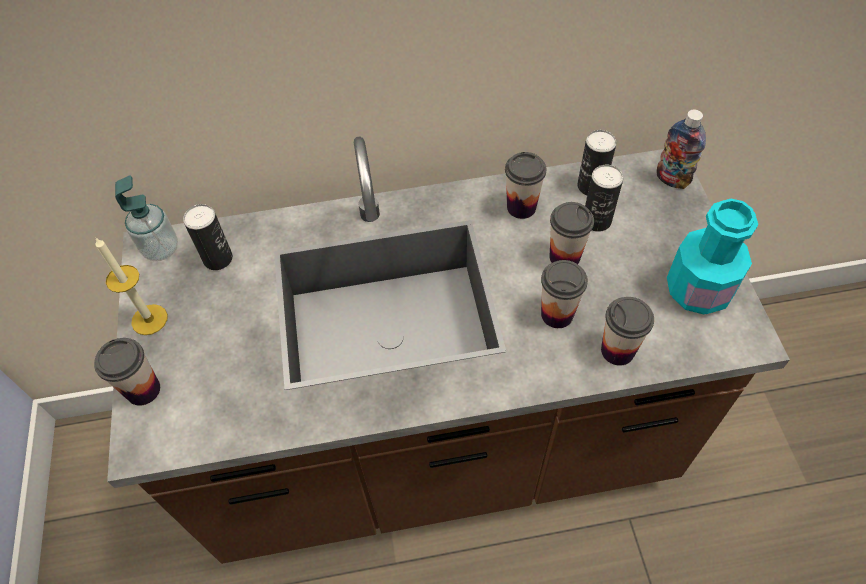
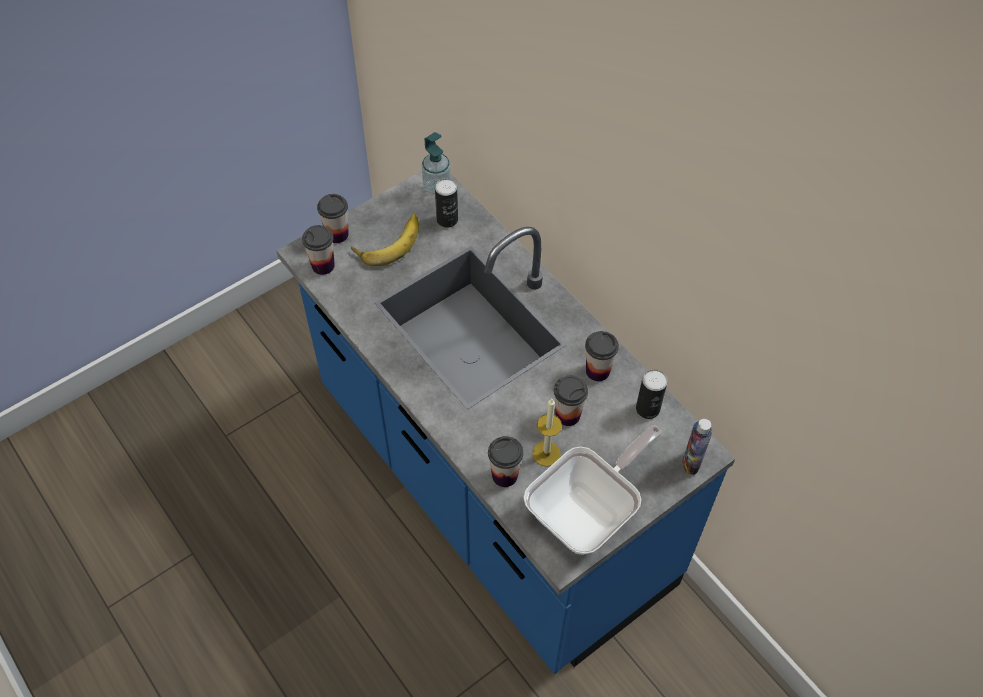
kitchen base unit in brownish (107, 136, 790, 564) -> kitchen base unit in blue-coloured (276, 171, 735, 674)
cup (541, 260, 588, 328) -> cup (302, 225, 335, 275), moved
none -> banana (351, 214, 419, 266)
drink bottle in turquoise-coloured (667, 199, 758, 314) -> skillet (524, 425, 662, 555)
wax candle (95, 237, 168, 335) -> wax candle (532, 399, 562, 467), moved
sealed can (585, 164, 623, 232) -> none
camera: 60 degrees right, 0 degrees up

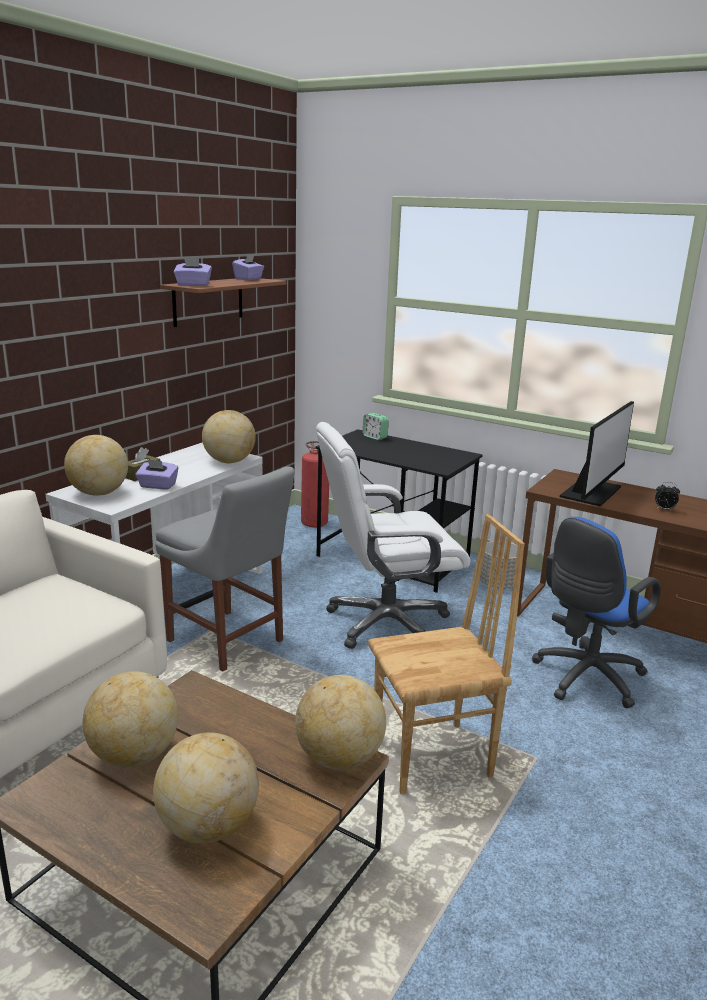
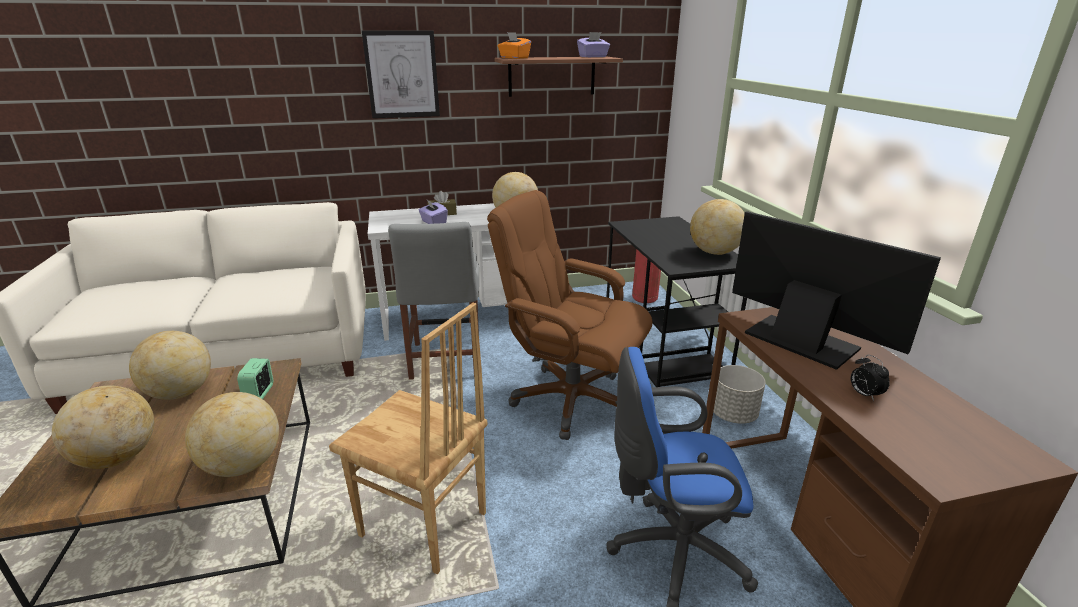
bedside clock (363, 413, 389, 440) -> bedside clock (237, 358, 273, 399), moved
none -> picture (362, 30, 440, 118)
computer chair in whitish (316, 422, 470, 649) -> computer chair in brownish (487, 190, 653, 440)
tissue holder in purplish (174, 257, 212, 286) -> tissue holder in orangey (498, 32, 531, 59)
world globe (64, 435, 128, 495) -> world globe (690, 199, 745, 255), moved
computer display (560, 401, 634, 507) -> computer display (732, 211, 941, 370), 120 degrees counterclockwise
camera: 45 degrees right, 5 degrees up

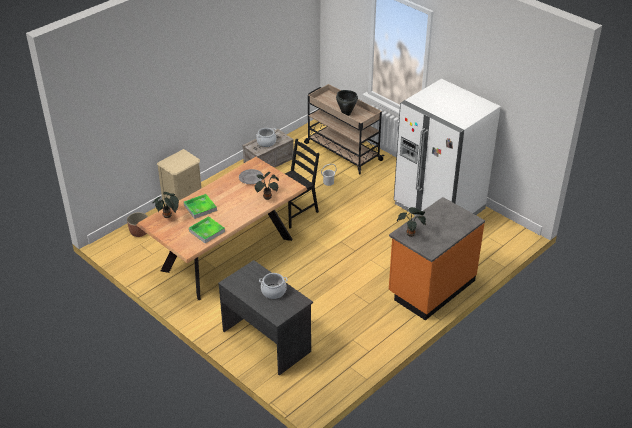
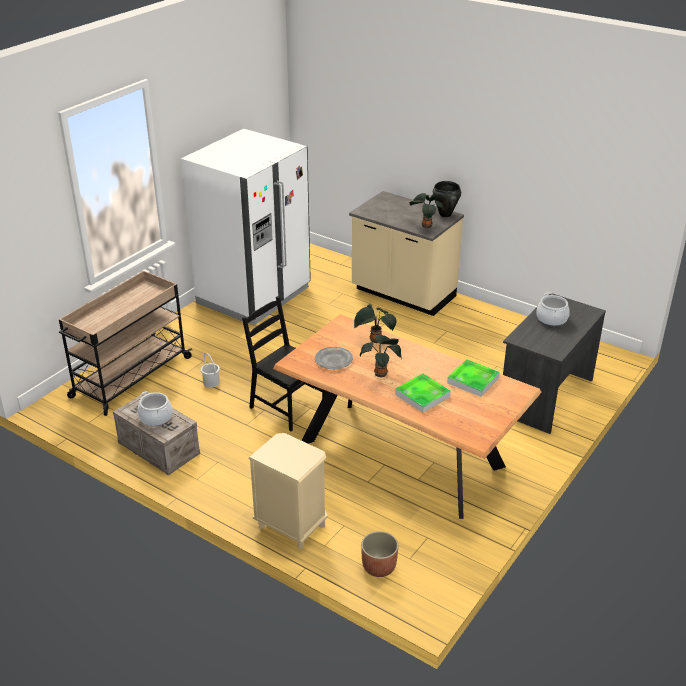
kitchen base unit in orangey (389, 197, 485, 320) -> kitchen base unit in beige (349, 191, 464, 316)
plant in a pot (153, 192, 179, 218) -> plant in a pot (360, 335, 402, 377), moved
stockpot in black (336, 90, 358, 116) -> stockpot in black (433, 181, 461, 217), moved
camera: 100 degrees left, 5 degrees down

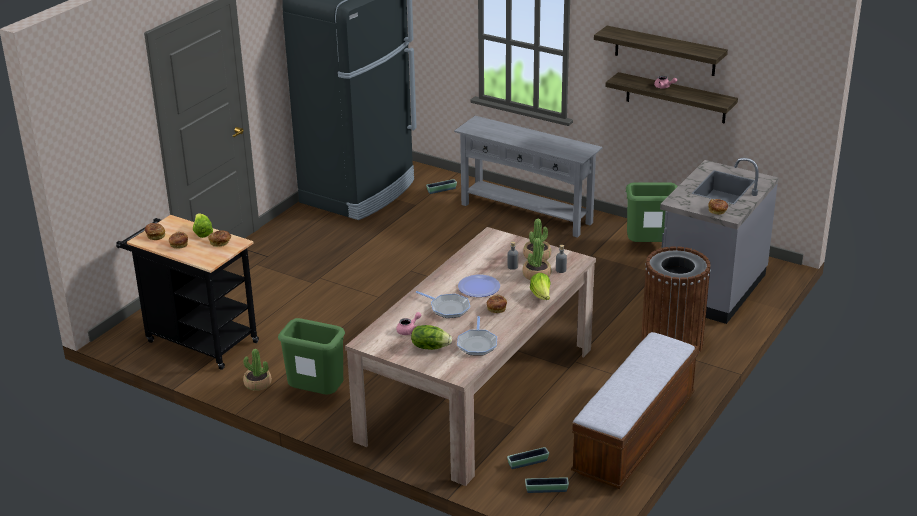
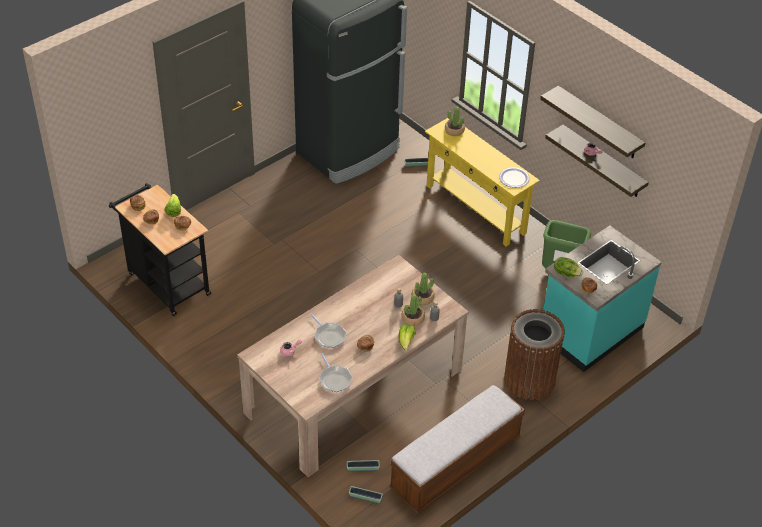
skillet (457, 316, 497, 355) -> skillet (319, 353, 353, 392), 45 degrees counterclockwise
narrow table in grey (454, 116, 602, 238) -> narrow table in yellowish (425, 118, 540, 247)
plant in a pot (243, 349, 272, 391) -> plant in a pot (445, 107, 465, 136), moved
plate (458, 275, 500, 297) -> plate (499, 167, 530, 188), moved
kitchen base unit in grey (660, 158, 779, 324) -> kitchen base unit in turquoise-coloured (543, 225, 662, 372)
lettuce head (411, 325, 452, 350) -> lettuce head (554, 257, 583, 277), moved
waste bin in green (278, 318, 345, 394) -> none
camera: 15 degrees right, 15 degrees up

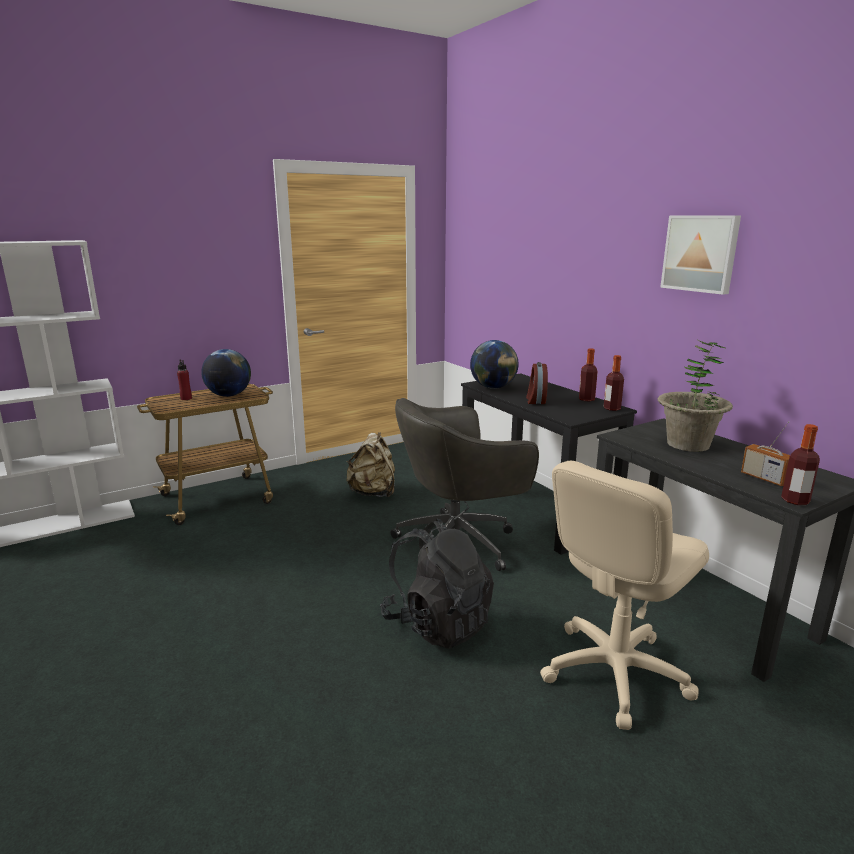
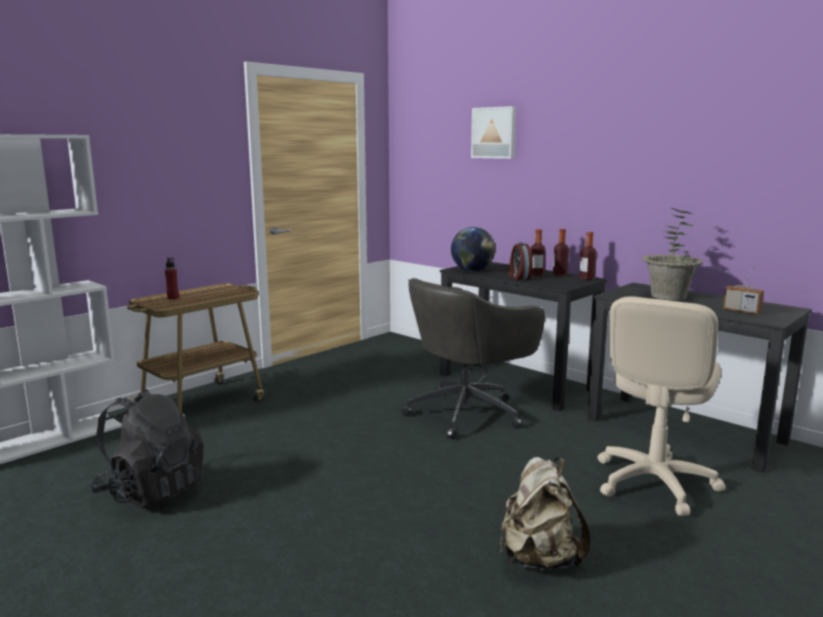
knapsack in black (380, 519, 494, 649) -> knapsack in black (90, 389, 204, 509), moved
picture (660, 216, 741, 295) -> picture (471, 106, 516, 159), moved
knapsack in beige (346, 432, 395, 497) -> knapsack in beige (500, 457, 590, 570), moved
drink bottle (781, 424, 820, 505) -> drink bottle (531, 229, 546, 276), moved
world globe (201, 349, 251, 397) -> none
camera: 15 degrees left, 5 degrees down

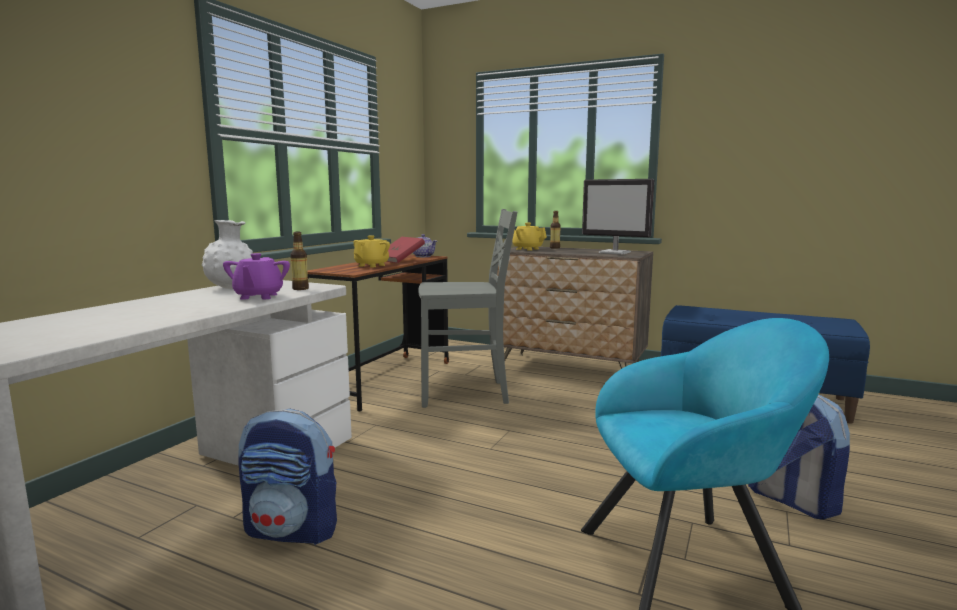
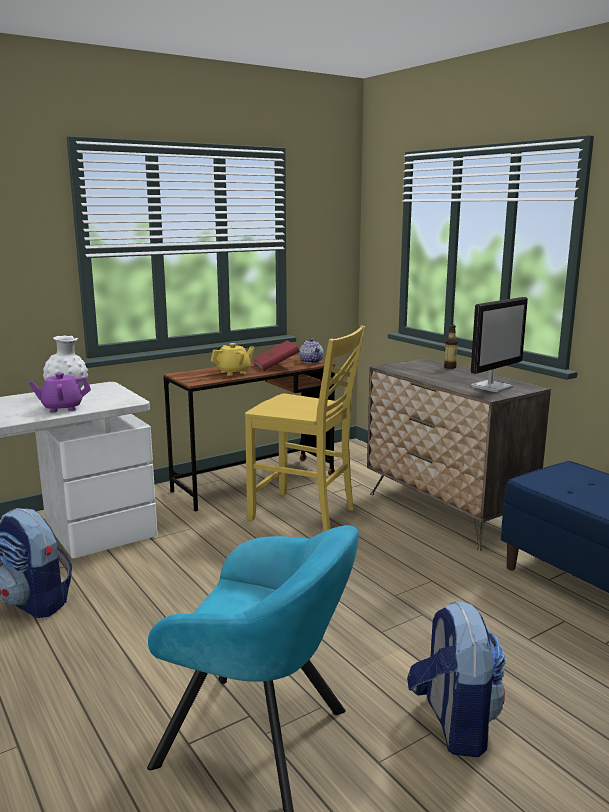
teapot in purplish (223, 253, 290, 300) -> teapot in purplish (29, 373, 91, 413), 45 degrees clockwise
upright chair in grey (418, 209, 517, 408) -> upright chair in yellowish (245, 326, 365, 531)
computer display (582, 179, 654, 255) -> computer display (471, 297, 528, 392), 105 degrees counterclockwise
drink bottle (290, 232, 309, 290) -> none
teapot in yellowish (512, 223, 547, 250) -> none
camera: 30 degrees right, 5 degrees up

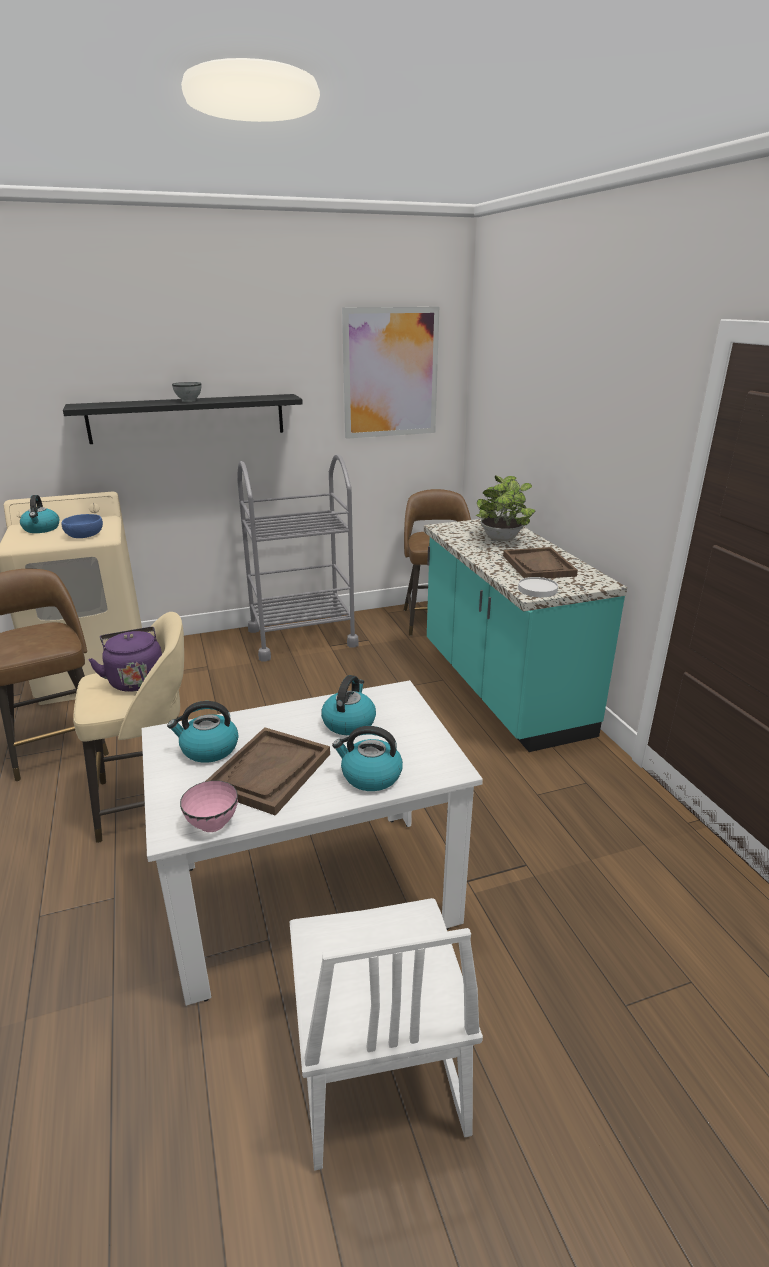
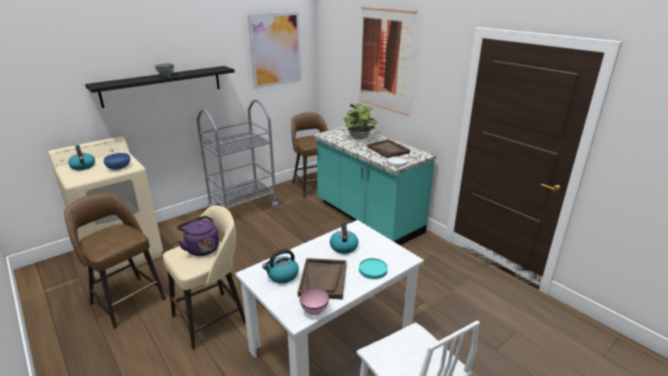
none -> picture (359, 7, 417, 116)
water kettle (332, 726, 403, 791) -> plate in turquoise-coloured (359, 258, 388, 279)
camera: 20 degrees left, 0 degrees up

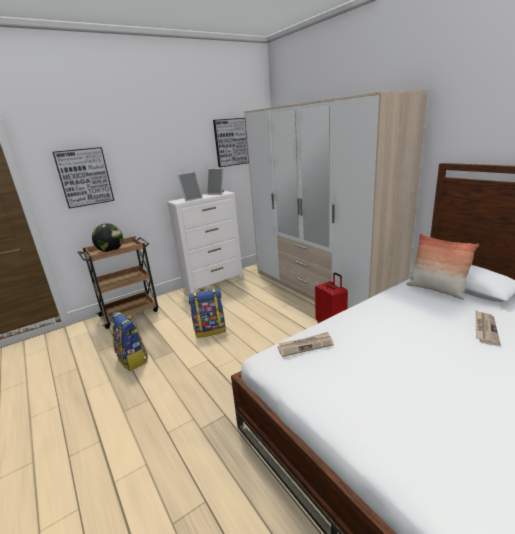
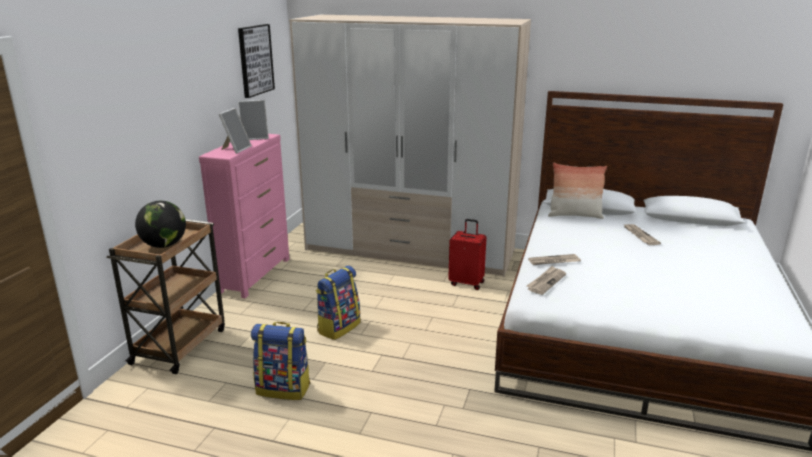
drawer chest in whitish (167, 191, 243, 294) -> drawer chest in pink-coloured (199, 134, 289, 298)
none -> newspaper (528, 254, 581, 265)
picture (53, 147, 114, 209) -> none
camera: 40 degrees left, 0 degrees up

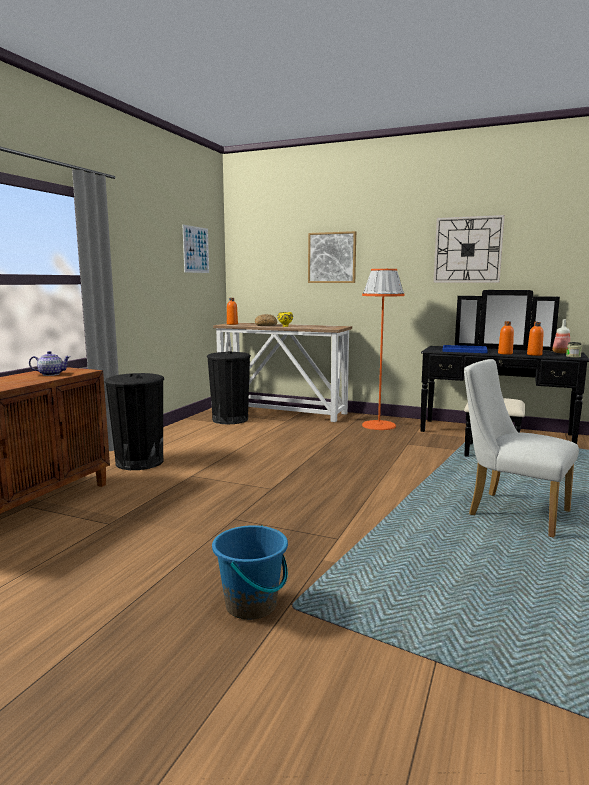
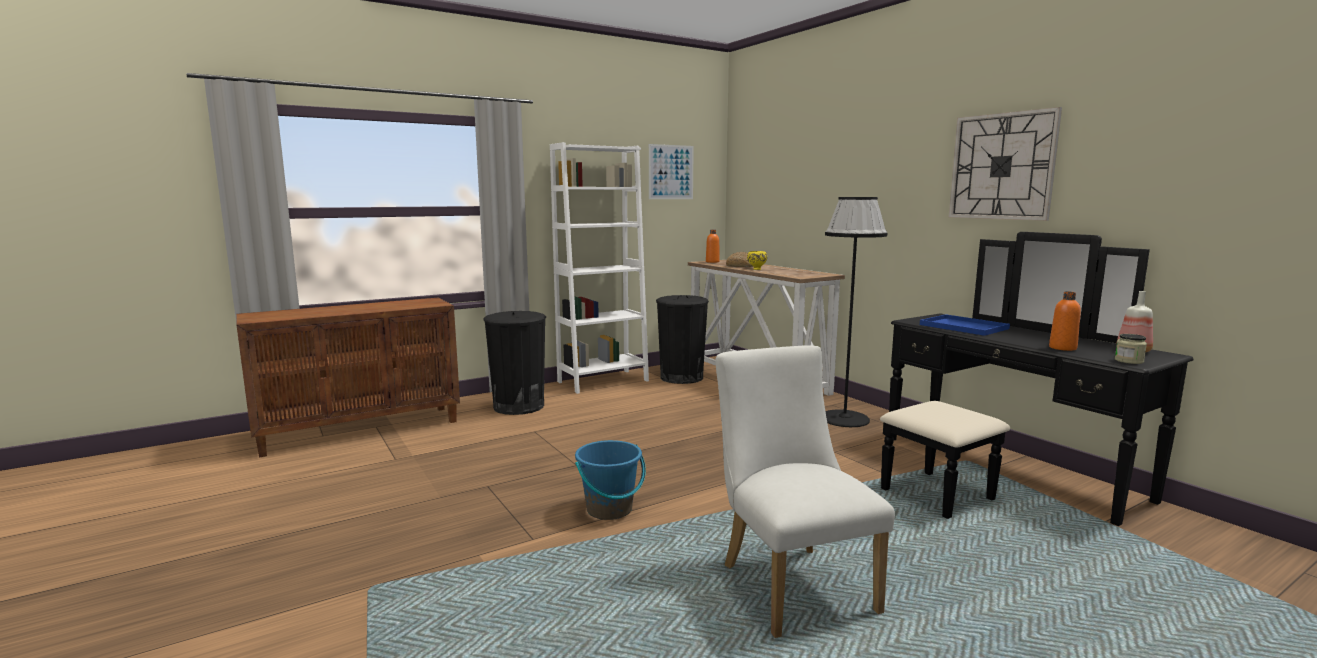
none -> bookshelf in whitish (550, 142, 649, 394)
pail in blue-coloured (212, 525, 288, 620) -> pail in blue-coloured (575, 440, 646, 520), moved
floor lamp in orangey (362, 269, 405, 430) -> floor lamp in black (825, 197, 887, 427)
teapot (29, 351, 71, 376) -> none
picture (308, 231, 356, 283) -> none
drink bottle in orangey (498, 321, 514, 355) -> none
camera: 35 degrees right, 0 degrees up

